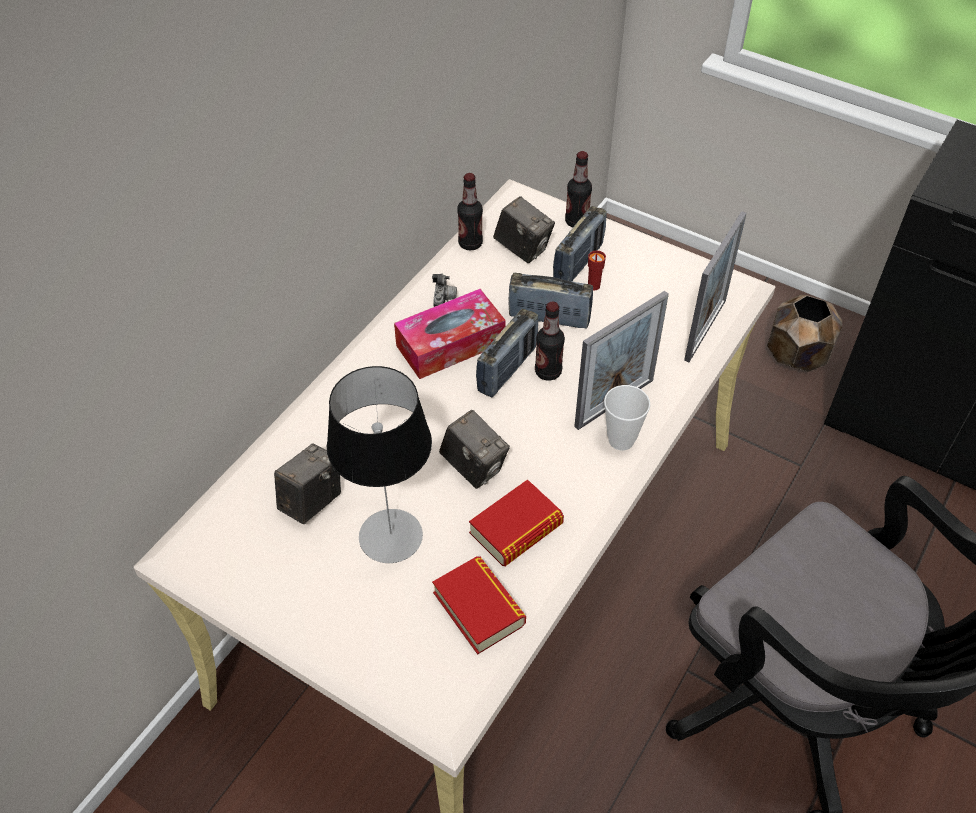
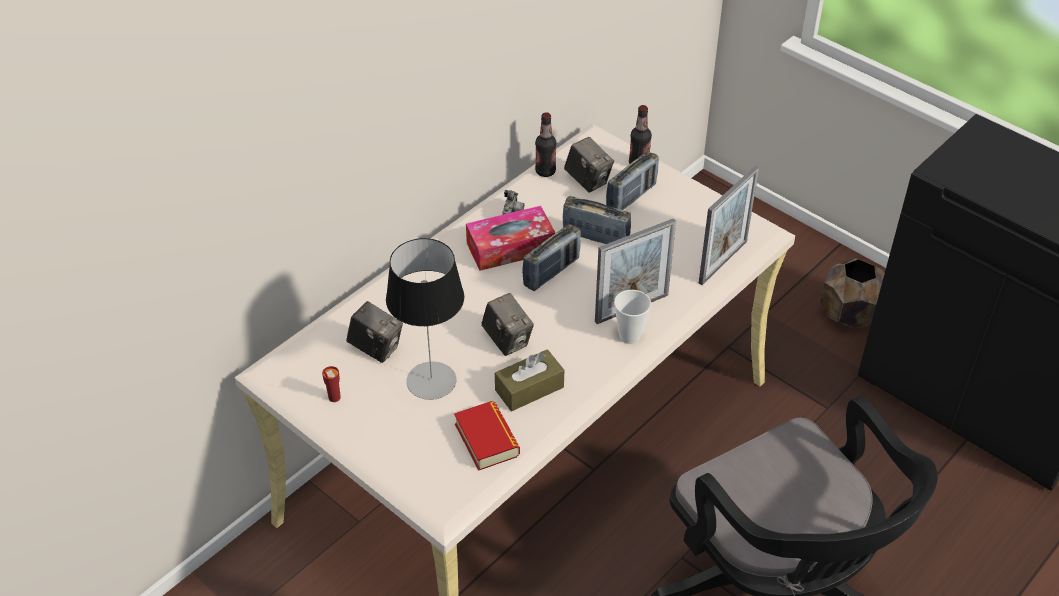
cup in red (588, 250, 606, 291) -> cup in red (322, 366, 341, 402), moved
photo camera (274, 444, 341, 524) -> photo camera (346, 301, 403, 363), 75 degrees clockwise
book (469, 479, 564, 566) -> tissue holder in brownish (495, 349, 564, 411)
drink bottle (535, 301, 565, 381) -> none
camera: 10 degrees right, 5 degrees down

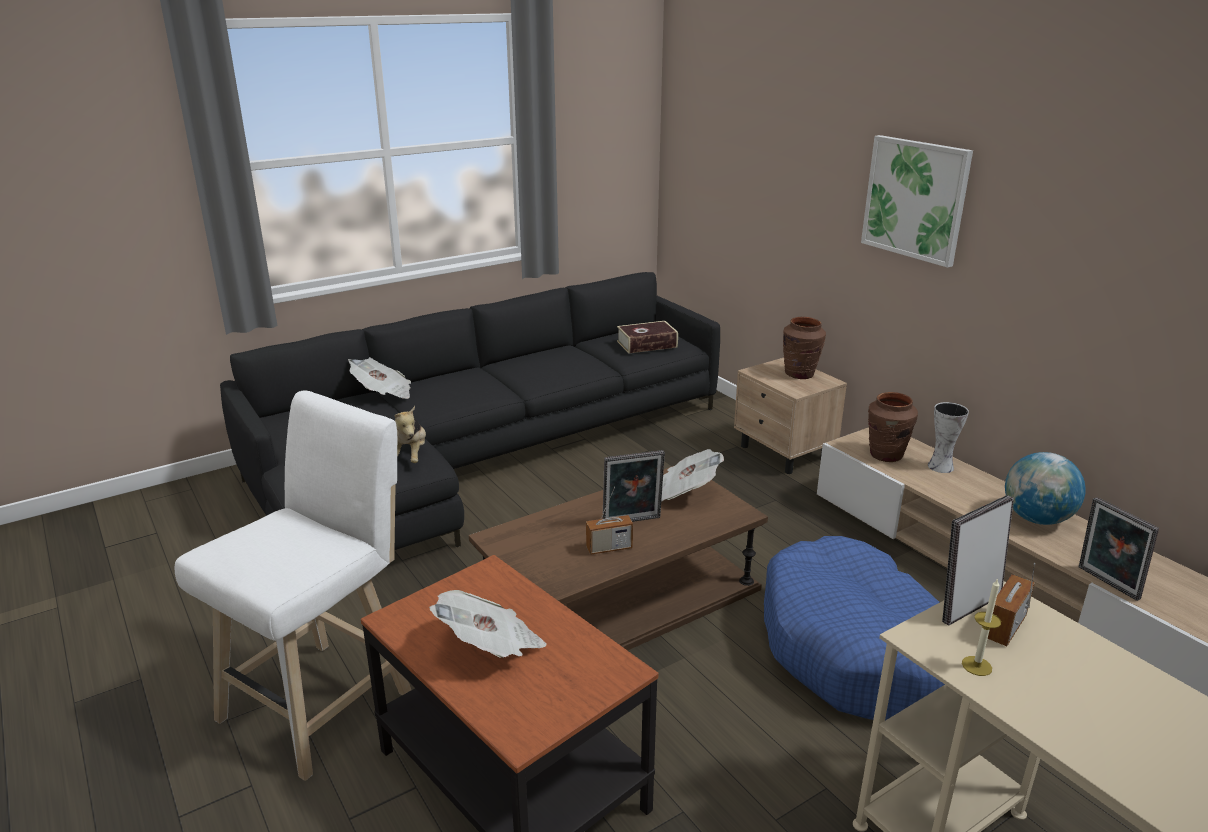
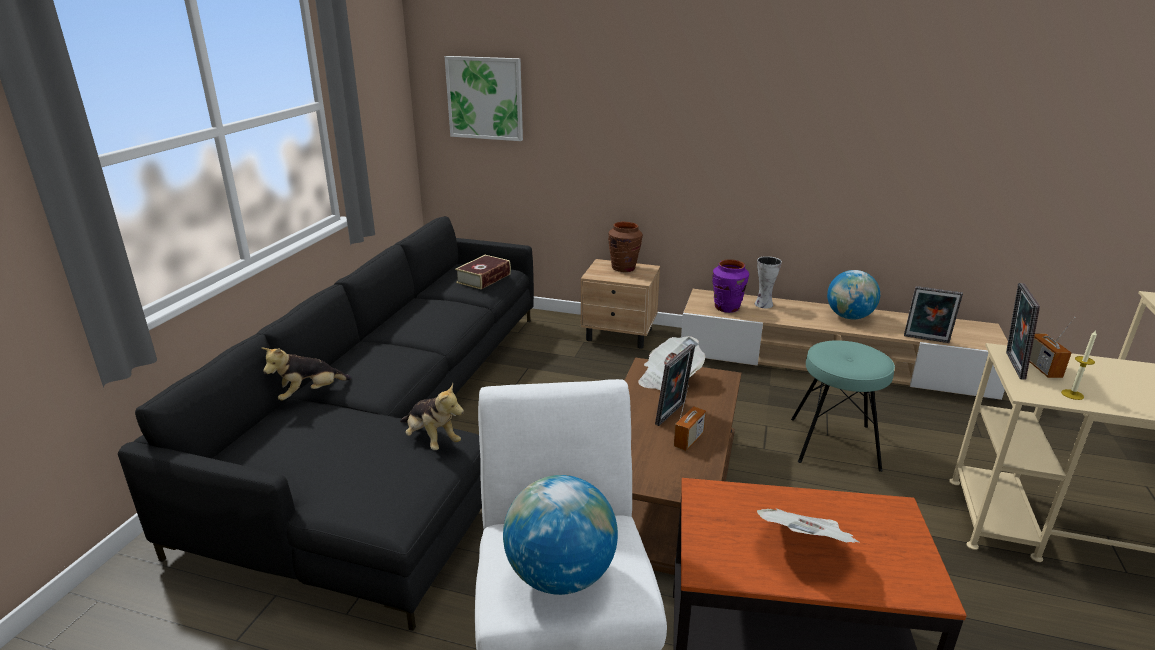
newspaper (348, 357, 411, 399) -> plush toy (261, 348, 352, 401)
picture (861, 135, 973, 268) -> picture (445, 56, 523, 141), moved
none -> world globe (503, 475, 618, 595)
flower vase in brownish (868, 392, 918, 462) -> flower vase in purplish (712, 259, 749, 313)
dog bed in blue-coloured (764, 536, 945, 720) -> stool in turquoise-coloured (791, 341, 895, 472)
camera: 40 degrees left, 0 degrees up

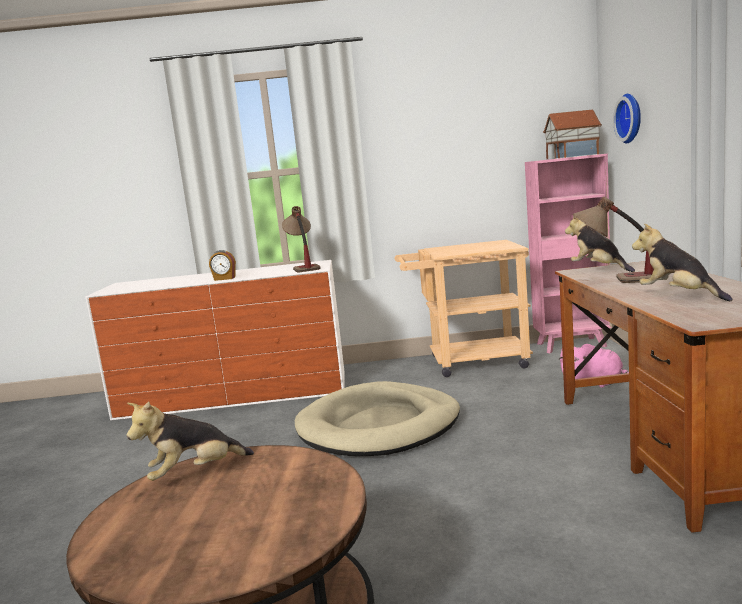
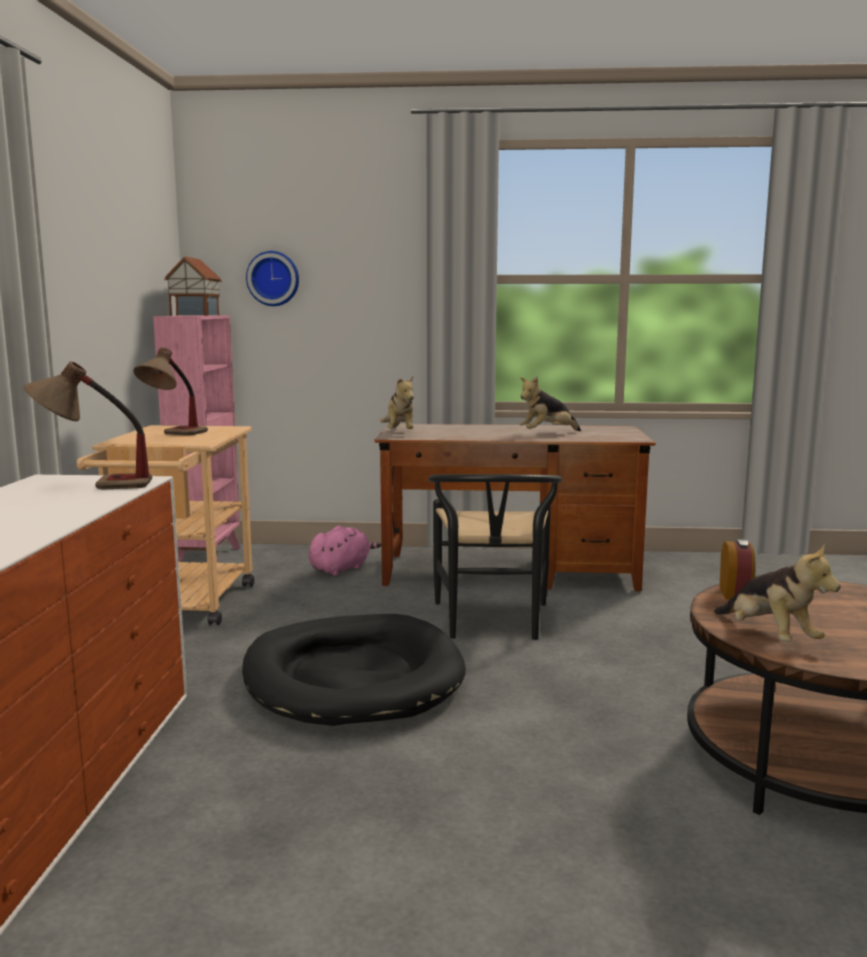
tabletop lamp (573, 197, 654, 283) -> tabletop lamp (133, 347, 208, 436), moved
dog bed in beige (295, 381, 460, 456) -> dog bed in black (242, 614, 466, 726)
plush toy (565, 213, 635, 272) -> plush toy (380, 376, 414, 429), 75 degrees counterclockwise
none -> upright chair in black (428, 474, 562, 640)
bedside clock (209, 250, 236, 281) -> bedside clock (720, 539, 755, 599), moved
camera: 85 degrees left, 0 degrees up

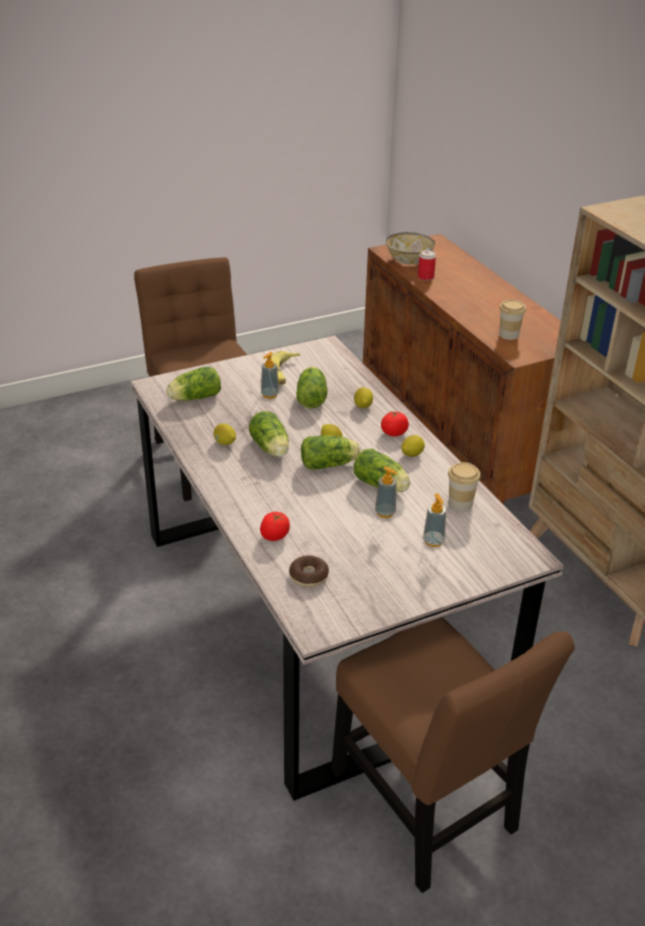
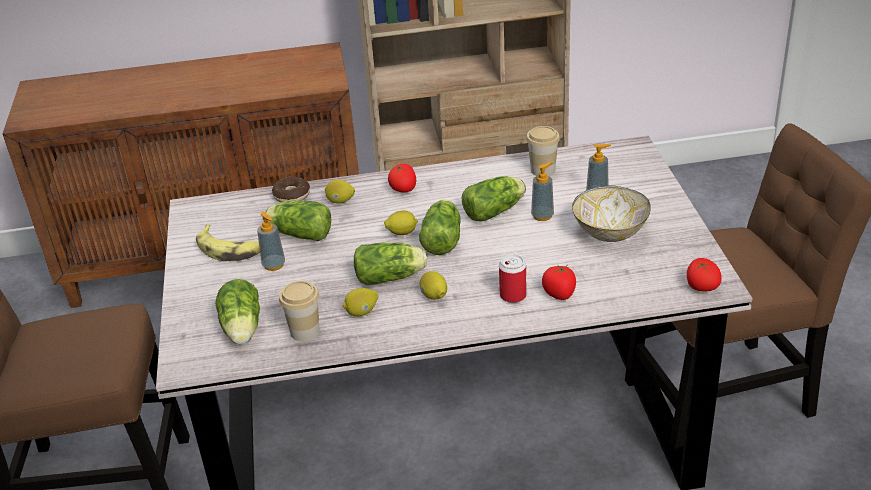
doughnut (289, 555, 329, 587) -> doughnut (272, 176, 310, 202), moved
cup (499, 299, 526, 340) -> cup (279, 281, 320, 341), moved
lemon (401, 435, 425, 457) -> lemon (420, 271, 447, 300), moved
sealed can (418, 250, 436, 281) -> sealed can (499, 254, 527, 303), moved
bowl (386, 232, 435, 265) -> bowl (572, 185, 651, 242), moved
none -> whole tomato (687, 258, 721, 291)
camera: 70 degrees left, 0 degrees up

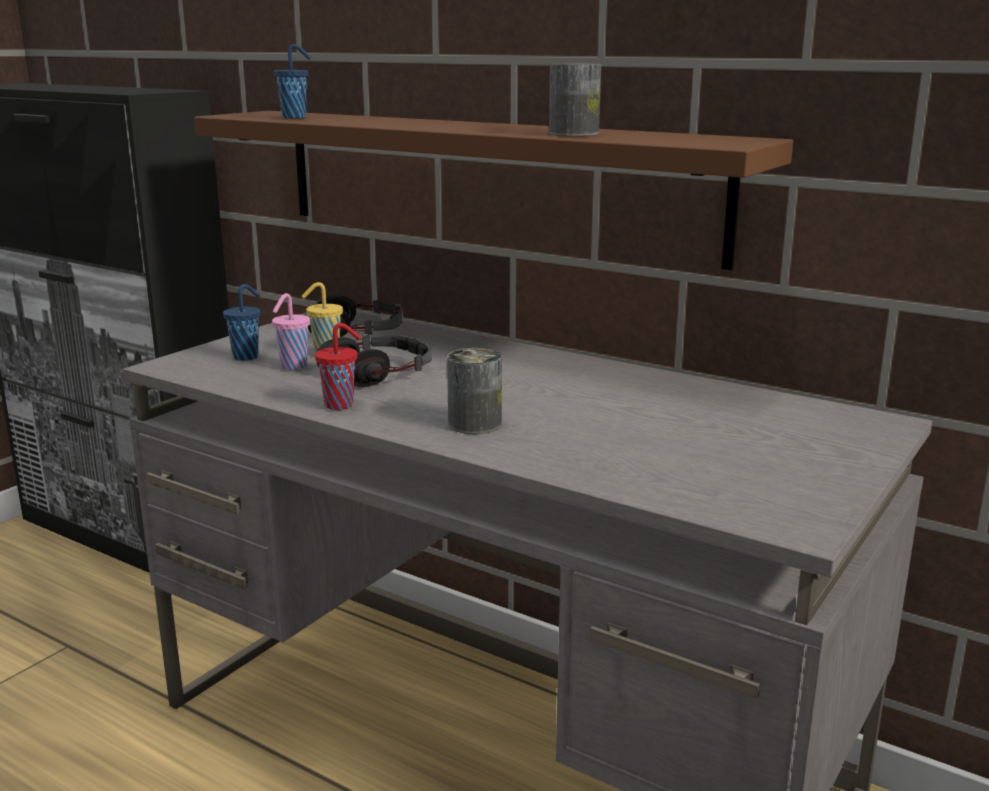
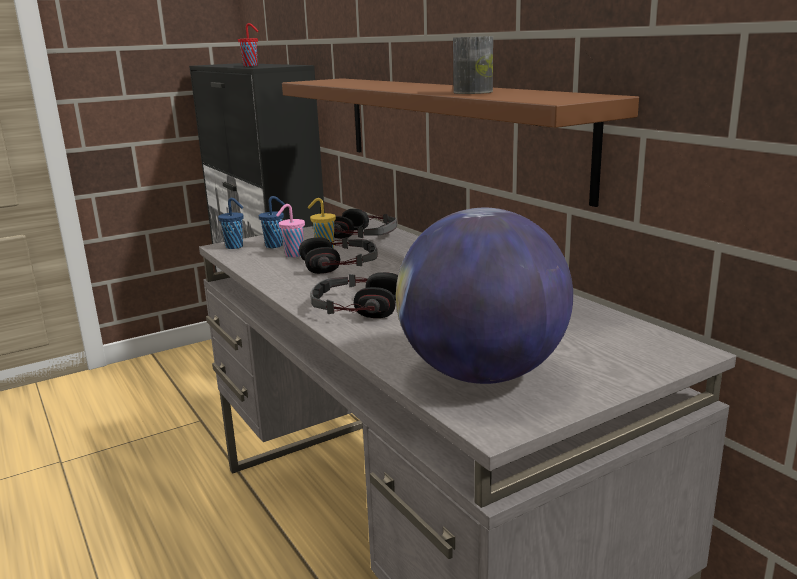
cup in blue-coloured (274, 44, 311, 118) -> cup in blue-coloured (218, 198, 244, 249), moved
cup in red (315, 323, 361, 410) -> cup in red (238, 23, 258, 66), moved
sealed can (447, 348, 502, 434) -> pair of headphones (310, 272, 398, 318)
none -> world globe (396, 208, 573, 384)
camera: 25 degrees right, 0 degrees up

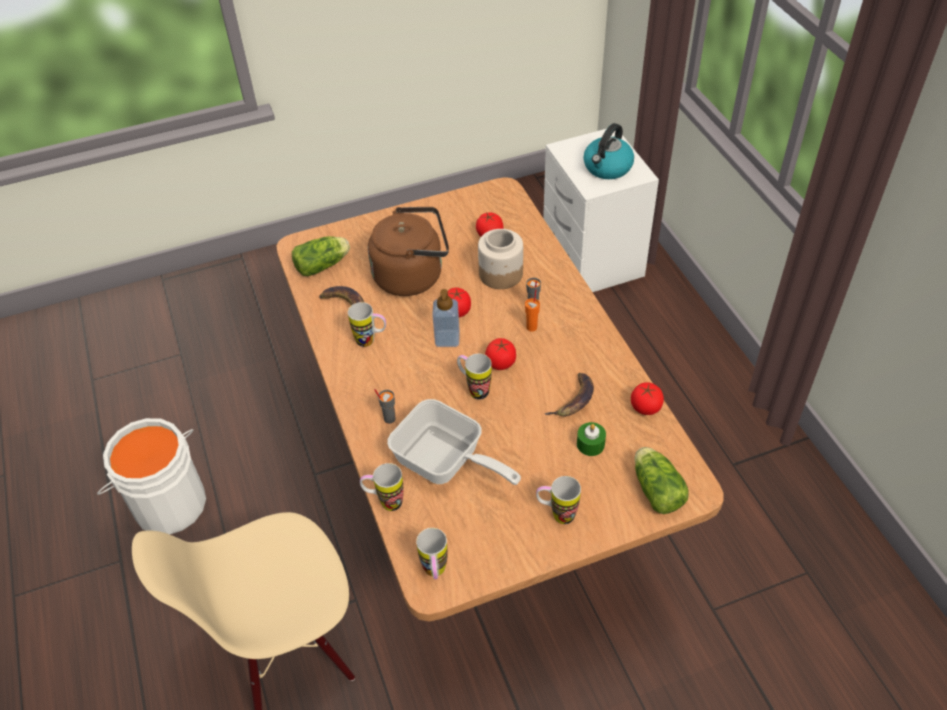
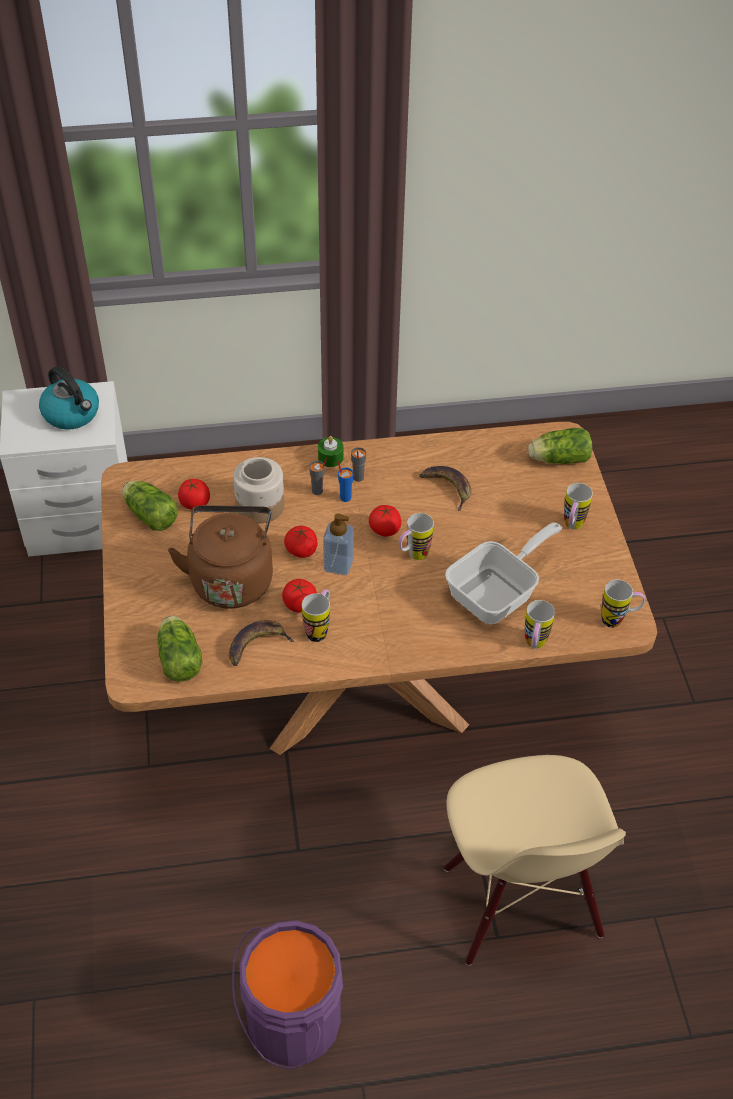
none -> lettuce head (122, 481, 178, 531)
pail in whitish (97, 418, 206, 534) -> pail in purplish (232, 920, 343, 1069)
whole tomato (631, 382, 664, 415) -> whole tomato (282, 579, 317, 612), moved
wax candle in green (577, 422, 606, 456) -> wax candle in green (318, 436, 343, 467), moved
cup in orangey (525, 289, 540, 331) -> cup in blue-coloured (337, 460, 354, 502)
cup in grey (374, 389, 396, 424) -> cup in grey (351, 447, 366, 482), moved
camera: 80 degrees left, 0 degrees up

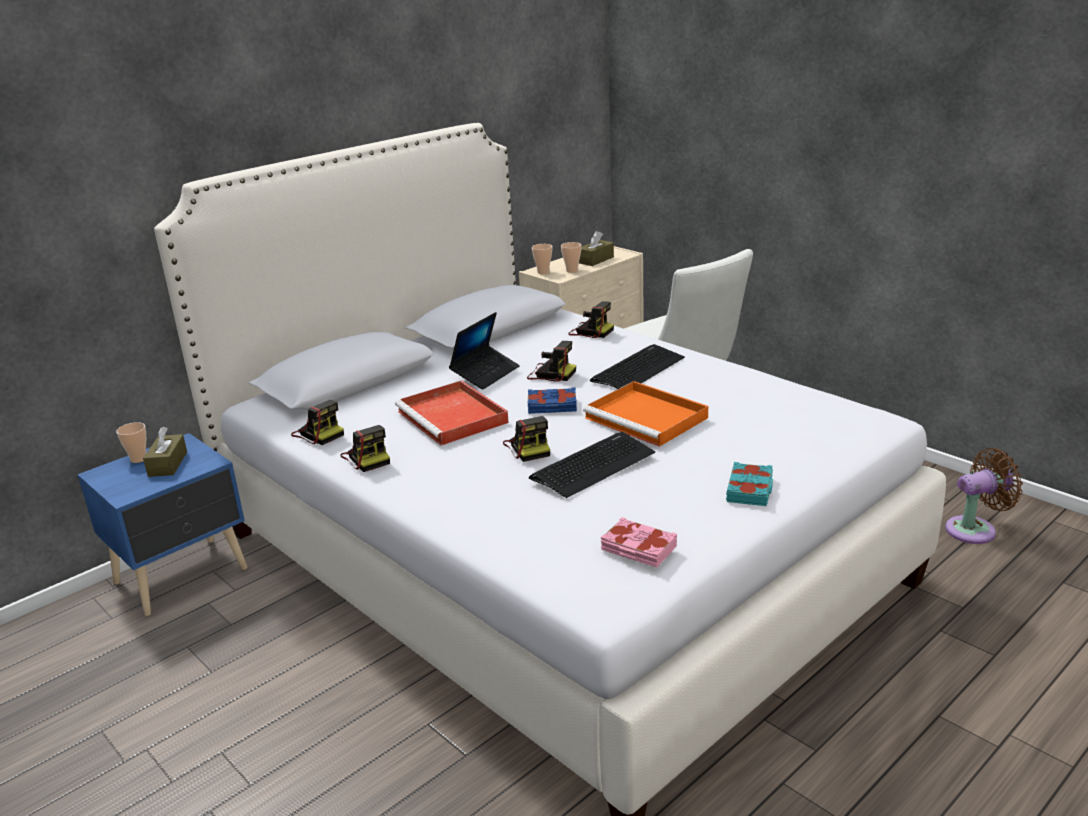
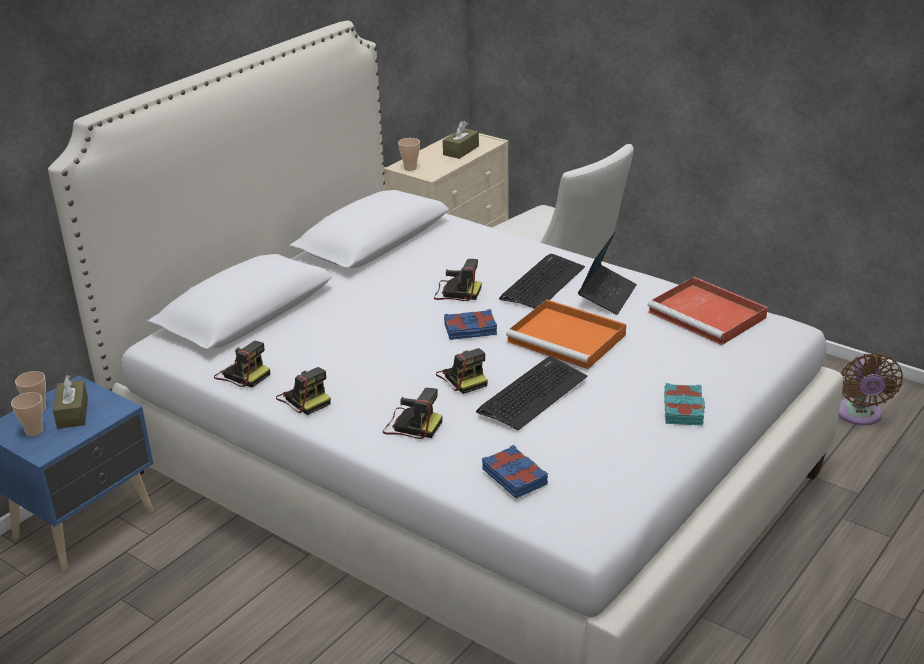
cup (561, 242, 582, 273) -> cup (11, 392, 43, 436), moved
photo camera (568, 301, 614, 338) -> photo camera (383, 388, 443, 439), moved
none -> book in blue-coloured (482, 445, 548, 499)
laptop (449, 312, 520, 390) -> laptop (578, 232, 637, 315), moved
tray in red (395, 381, 509, 446) -> tray in red (648, 277, 768, 345), moved
fan in brownish (945, 448, 1023, 544) -> fan in brownish (839, 353, 903, 426), 120 degrees clockwise
book in pink-coloured (601, 517, 677, 568) -> none
camera: 10 degrees left, 5 degrees up

